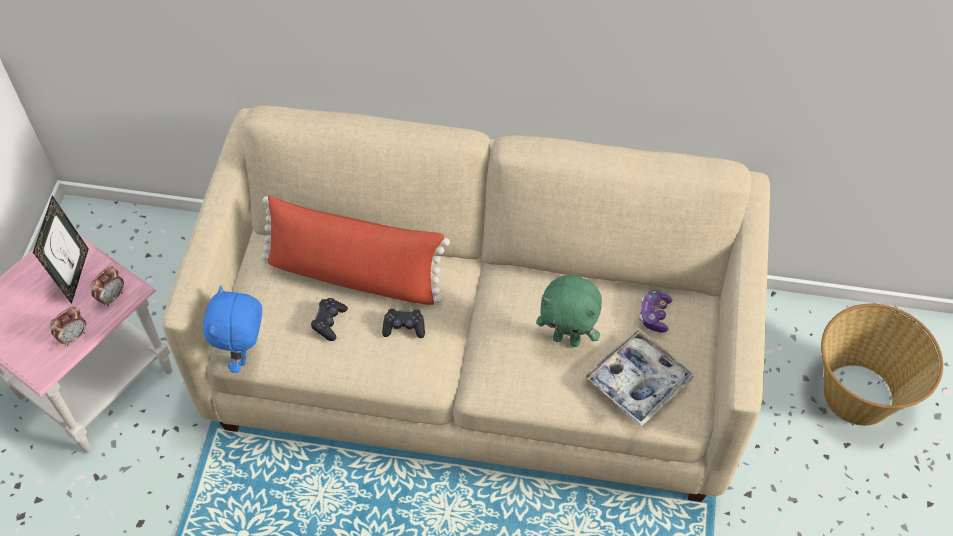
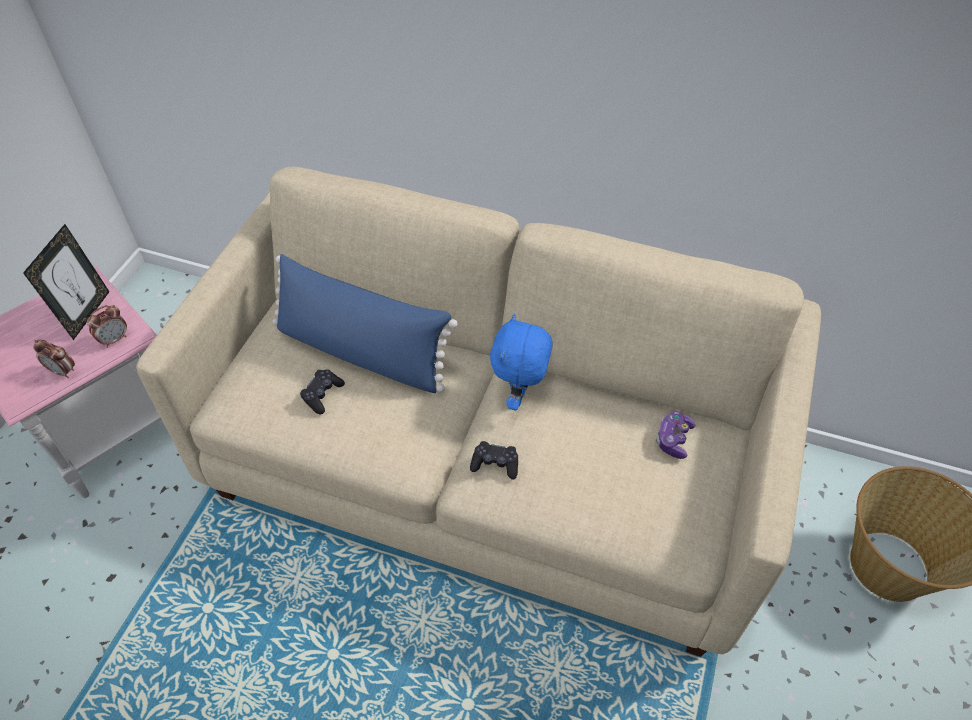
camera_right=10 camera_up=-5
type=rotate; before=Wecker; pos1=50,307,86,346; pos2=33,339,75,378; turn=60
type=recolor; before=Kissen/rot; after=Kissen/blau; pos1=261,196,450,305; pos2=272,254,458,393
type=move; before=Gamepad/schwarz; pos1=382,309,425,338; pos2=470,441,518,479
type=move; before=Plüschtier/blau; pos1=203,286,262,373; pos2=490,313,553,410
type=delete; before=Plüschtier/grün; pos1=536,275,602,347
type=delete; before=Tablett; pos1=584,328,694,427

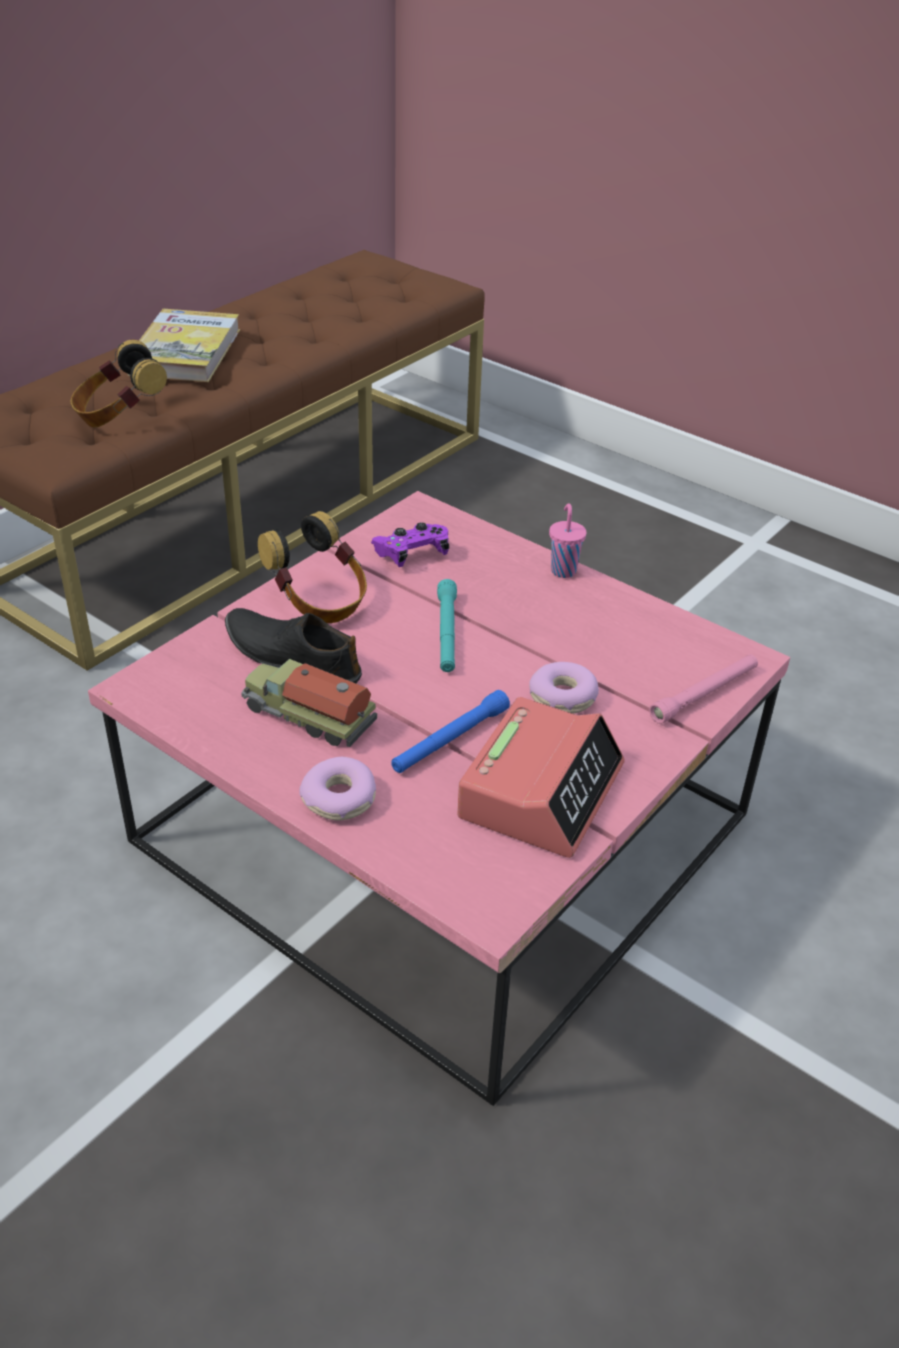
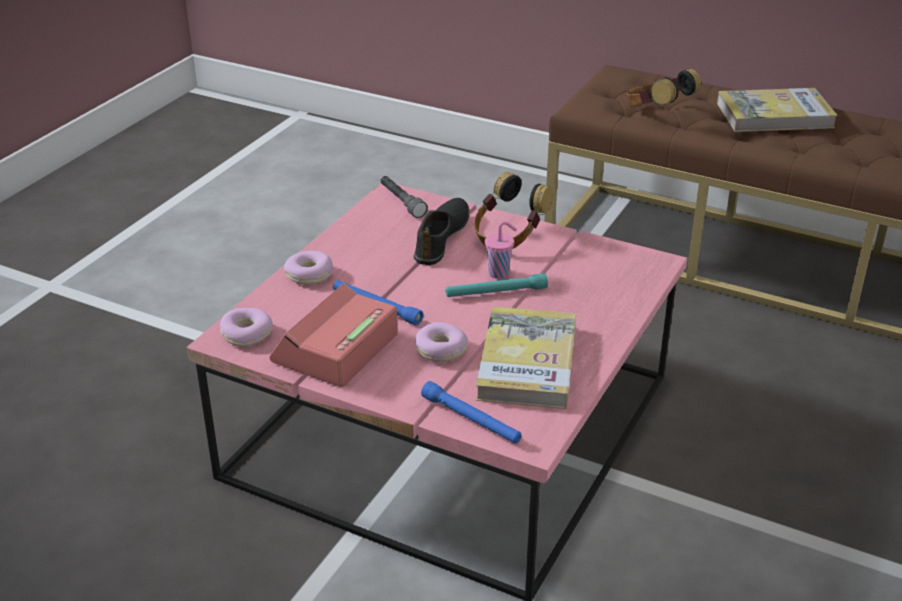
camera_right=80 camera_up=-5
type=insert; after=Donut; pos2=219,308,273,347
type=rotate; before=Wecker; pos1=457,697,625,858; pos2=269,283,398,387; turn=105
type=insert; after=Taschenlampe/grau; pos2=381,176,428,218
type=recolor; before=Taschenlampe/rosa; after=Taschenlampe/blau; pos1=649,654,758,724; pos2=421,381,522,444
type=insert; after=Buch; pos2=476,307,576,409
type=move; before=Tasse/rosa; pos1=549,503,587,578; pos2=485,221,517,279
type=delete; before=Spielzeuglaster; pos1=241,659,377,747
type=delete; before=Gamepad/lila; pos1=371,522,449,567

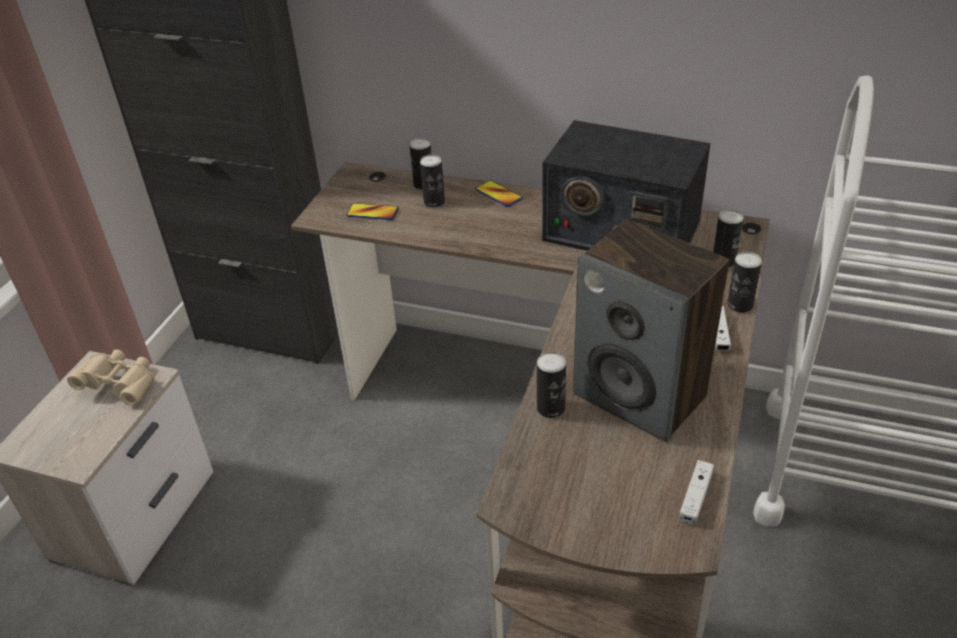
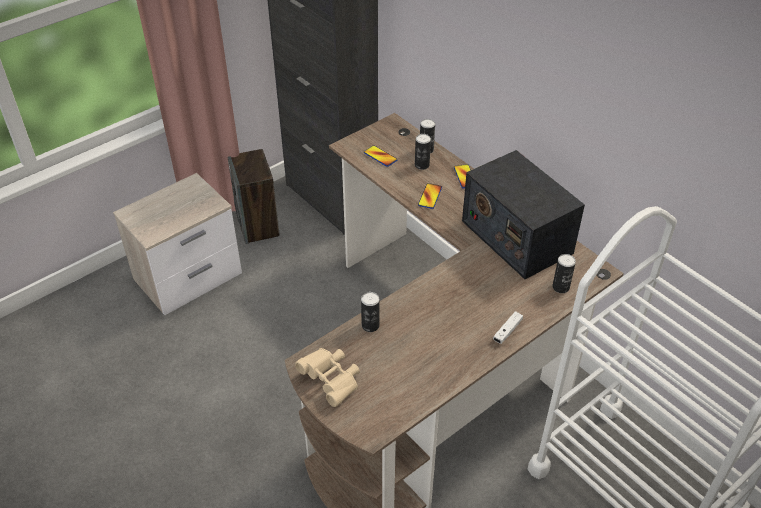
camera_right=30 camera_up=5
type=move; before=Lautsprecher; pos1=573,219,729,442; pos2=228,149,280,244
type=move; before=Fernglas/beige; pos1=67,349,154,406; pos2=295,348,360,407
type=insert; after=Handy; pos2=418,183,442,209
type=delete; before=Gamepad/weiß; pos1=679,460,714,525
type=delete; before=Dose; pos1=728,252,762,313

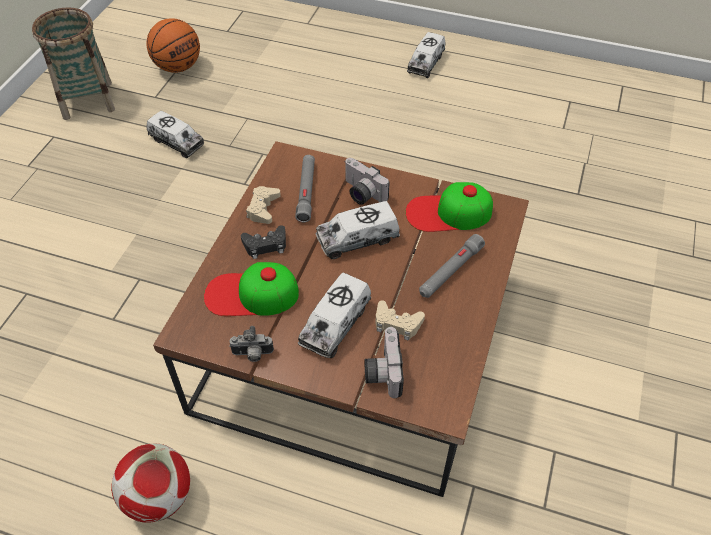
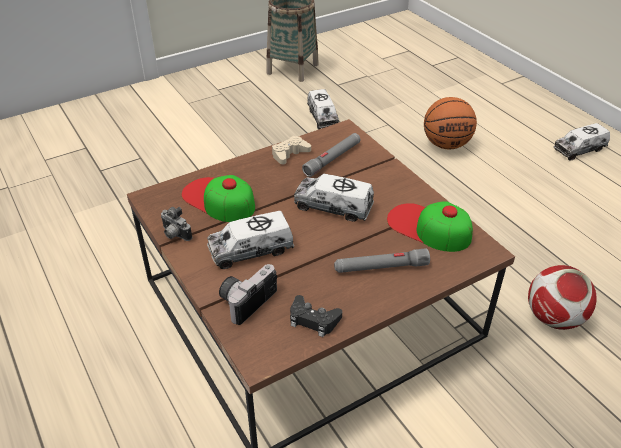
camera_right=40 camera_up=-10
type=move; before=Gamepad/schwarz; pos1=241,225,286,259; pos2=290,295,342,337
type=move; before=Basketball; pos1=146,18,200,73; pos2=424,97,477,149
type=move; before=Fußball; pos1=111,444,190,523; pos2=528,265,597,330
type=delete; before=Kamera; pos1=344,158,390,205
type=delete; before=Gamepad/beige; pos1=375,301,425,341

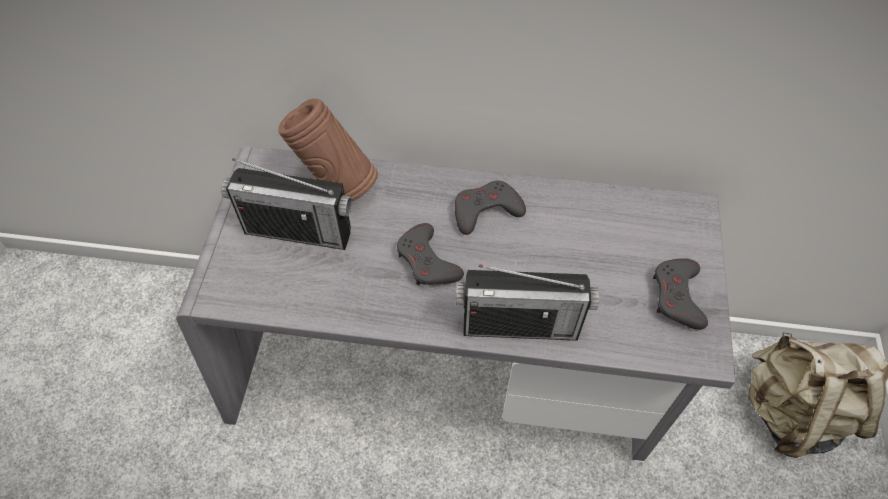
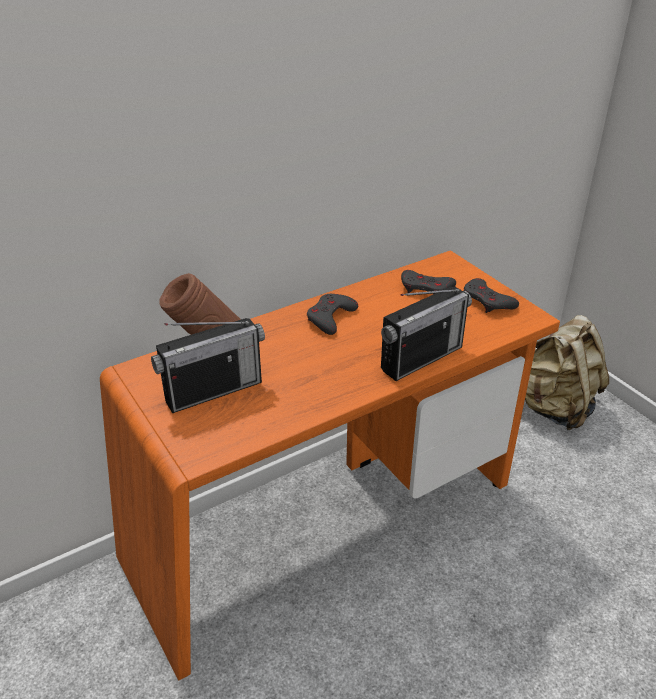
camera_right=-40 camera_up=-20
type=recolor; before=Schreibtisch/grau; after=Schreibtisch/orange; pos1=176,146,736,461; pos2=100,250,560,681
type=move; before=Gamepad/grau; pos1=397,223,464,285; pos2=401,270,456,294

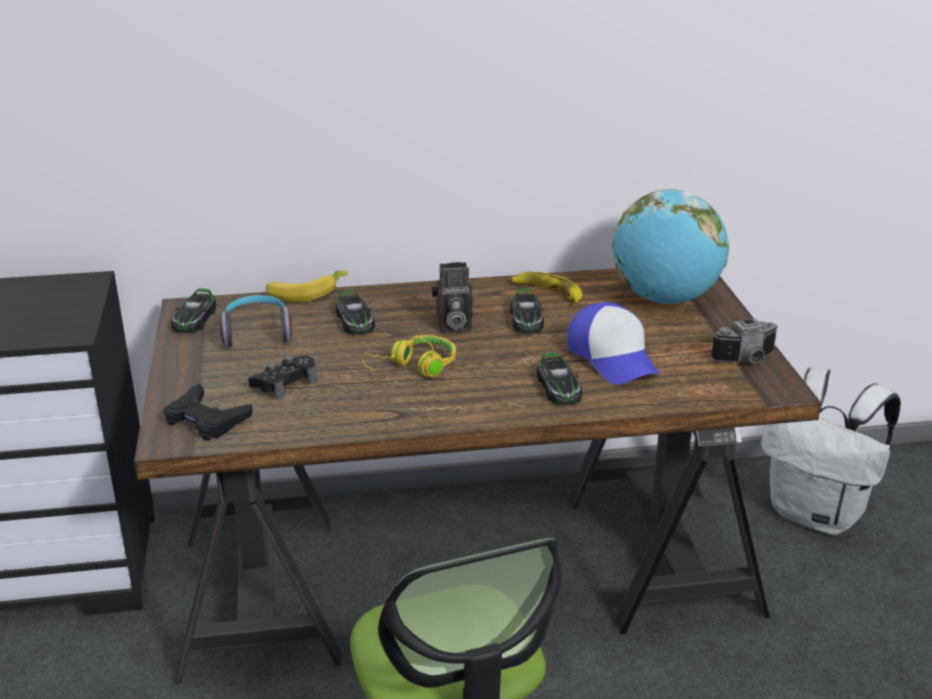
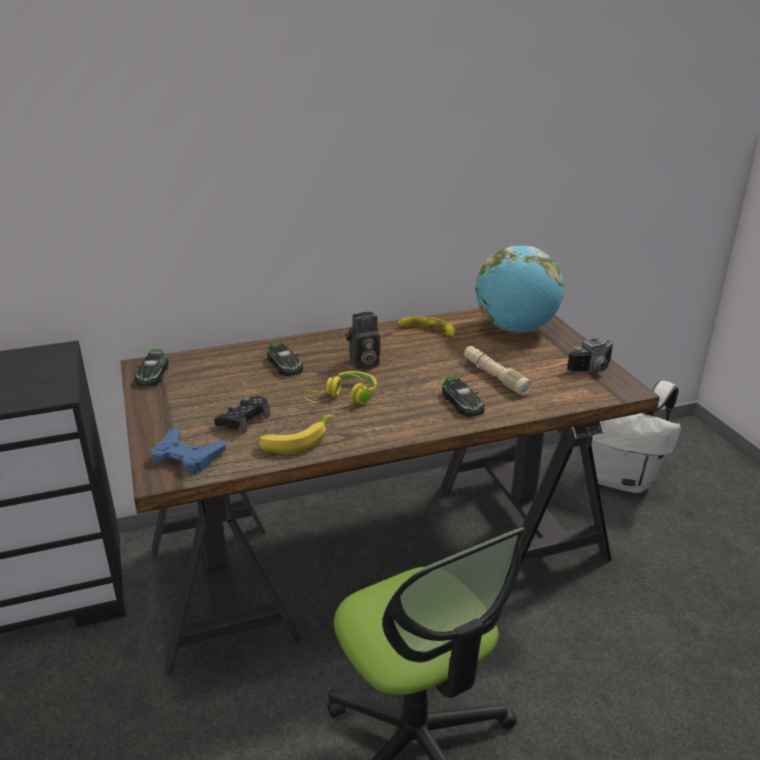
camera_right=-10 camera_up=0
type=recolor; before=Gamepad/schwarz; after=Gamepad/blau; pos1=163,384,253,441; pos2=150,427,226,474
type=move; before=Banane; pos1=266,271,348,303; pos2=258,415,334,454
type=replace; before=Kappe; after=Taschenlampe/beige; pos1=567,302,660,385; pos2=464,346,532,395
type=delete; before=Kopfhörer; pos1=219,295,293,348
type=delete; before=Spielzeugauto; pos1=510,289,544,333

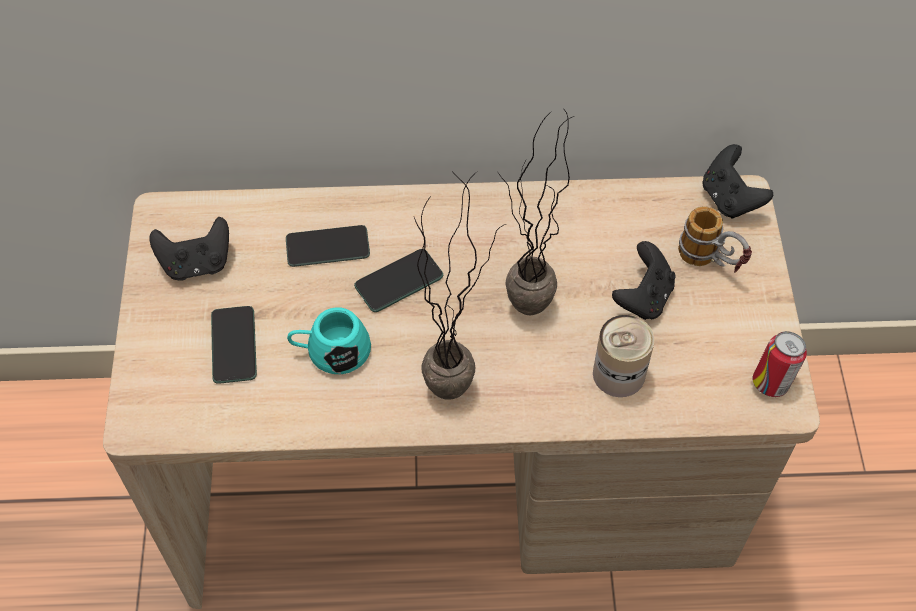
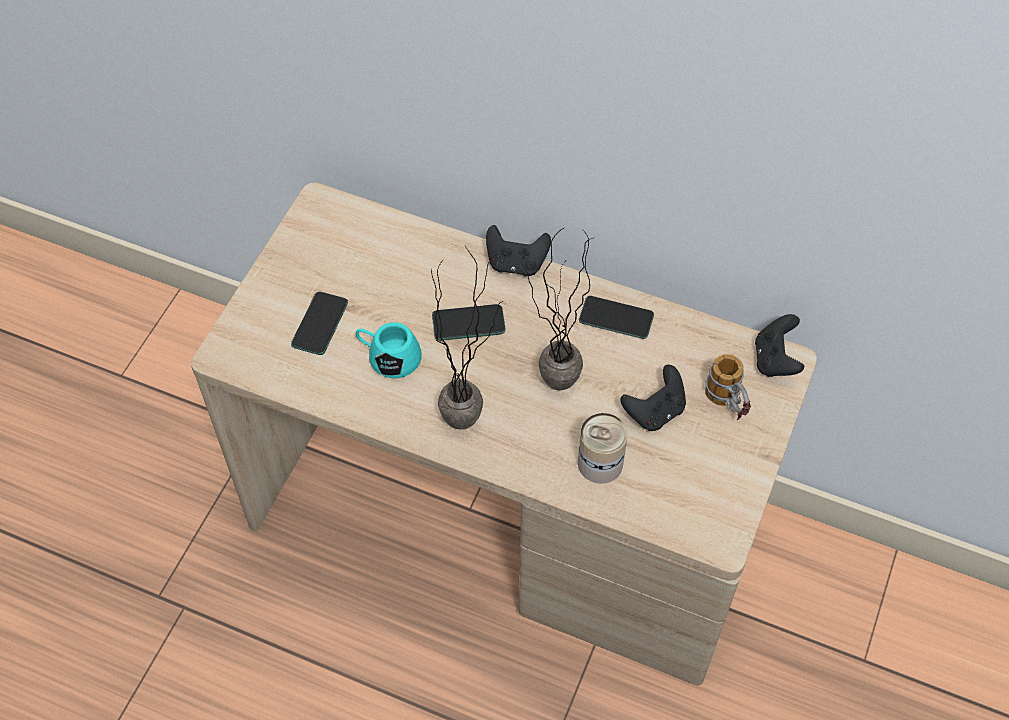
camera_right=25 camera_up=0
type=move; before=Gamepad/schwarz; pos1=149,217,229,280; pos2=486,225,551,276
type=move; before=Handy; pos1=286,225,370,267; pos2=579,296,654,339
type=delete; before=Dose; pos1=752,331,807,397

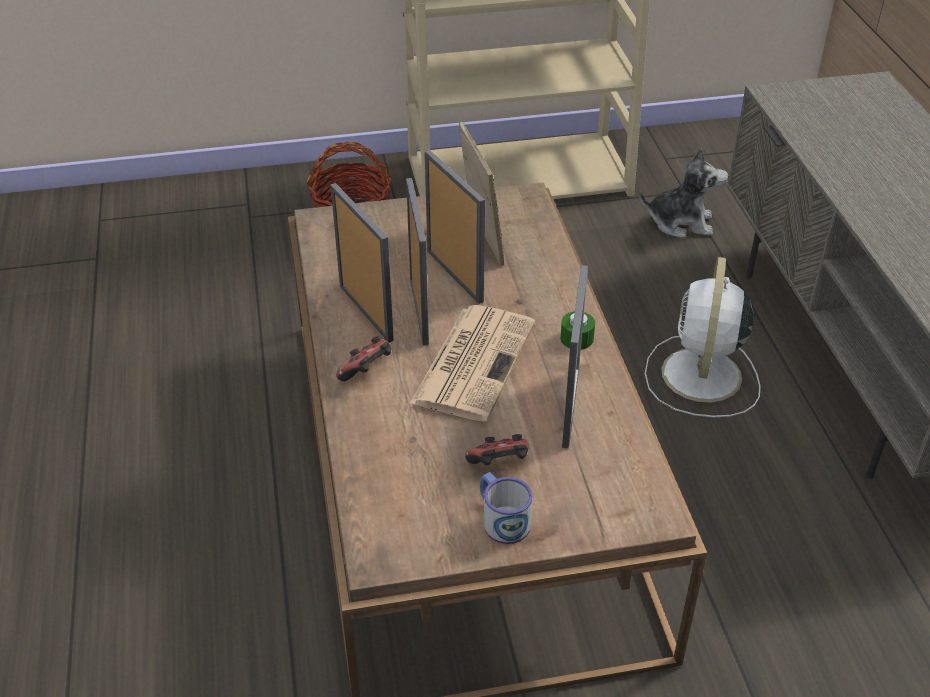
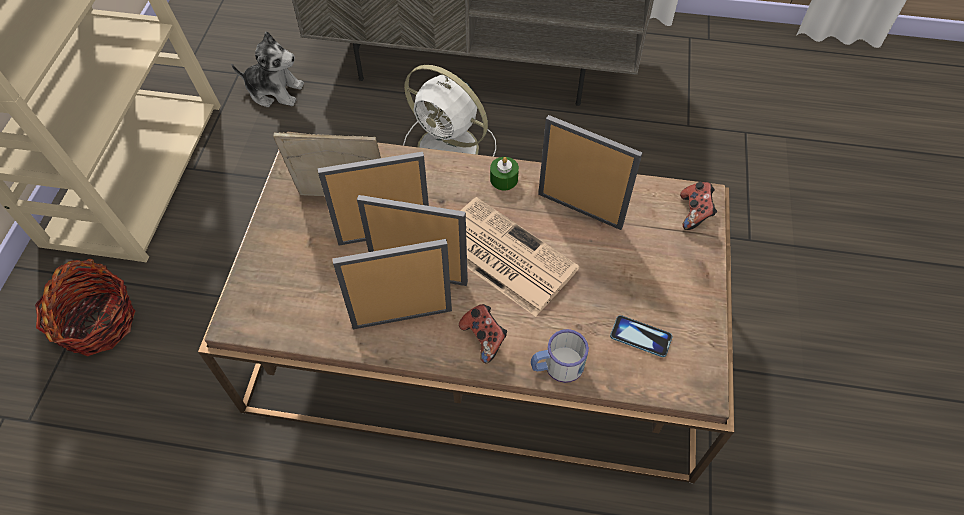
camera_right=-70 camera_up=15
type=rotate; before=Plüschtier; pos1=639,147,729,238; pos2=231,32,304,107; turn=75
type=move; before=Henkelbecher; pos1=480,472,533,544; pos2=531,329,589,383
type=insert; after=Handy; pos2=610,315,672,357
type=move; before=Gamepad; pos1=465,434,529,465; pos2=680,182,717,230

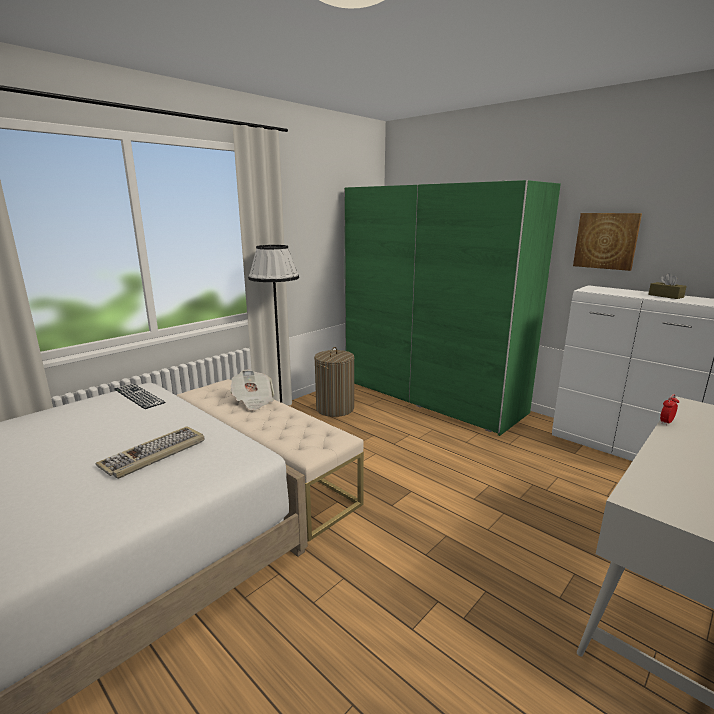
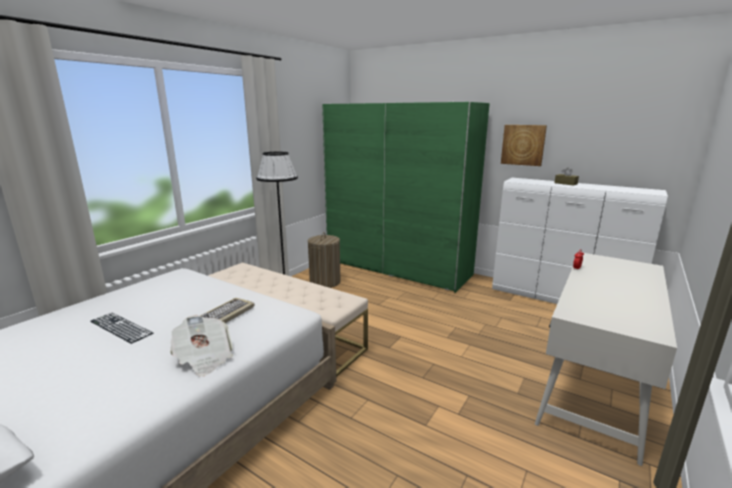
camera_right=-10 camera_up=0
type=move; before=Tastatur; pos1=114,383,166,409; pos2=90,312,153,344
type=move; before=Zeitung; pos1=230,370,274,410; pos2=170,315,233,376

